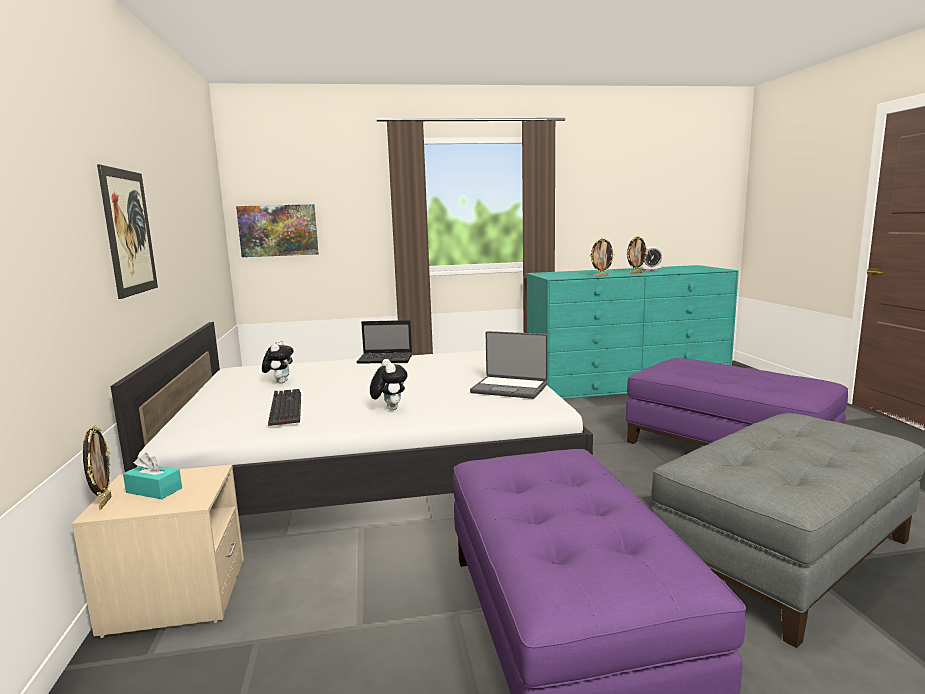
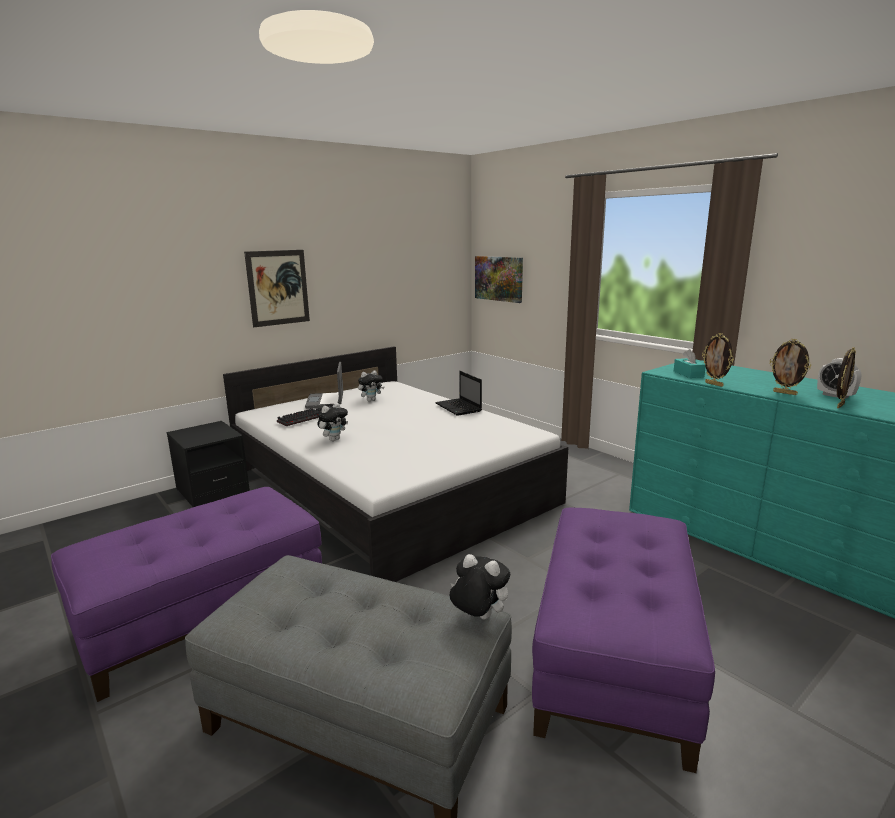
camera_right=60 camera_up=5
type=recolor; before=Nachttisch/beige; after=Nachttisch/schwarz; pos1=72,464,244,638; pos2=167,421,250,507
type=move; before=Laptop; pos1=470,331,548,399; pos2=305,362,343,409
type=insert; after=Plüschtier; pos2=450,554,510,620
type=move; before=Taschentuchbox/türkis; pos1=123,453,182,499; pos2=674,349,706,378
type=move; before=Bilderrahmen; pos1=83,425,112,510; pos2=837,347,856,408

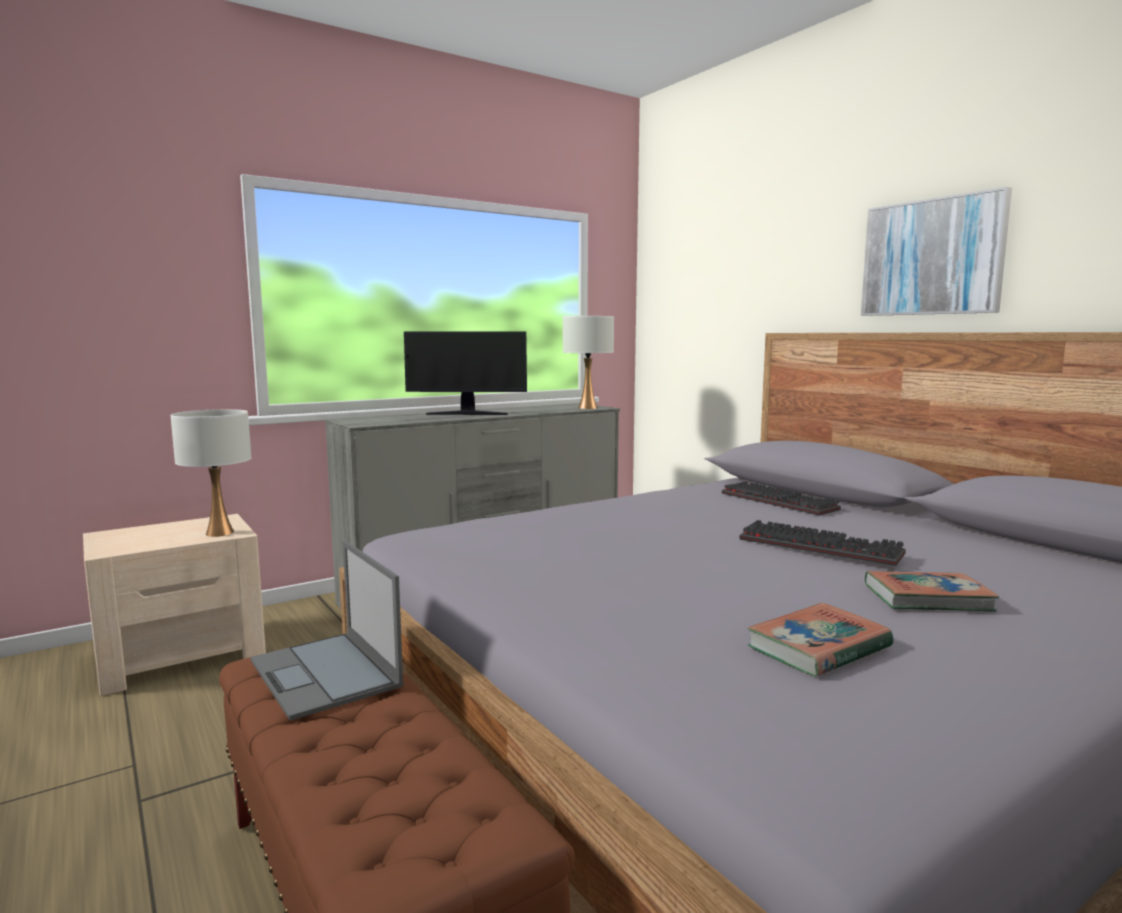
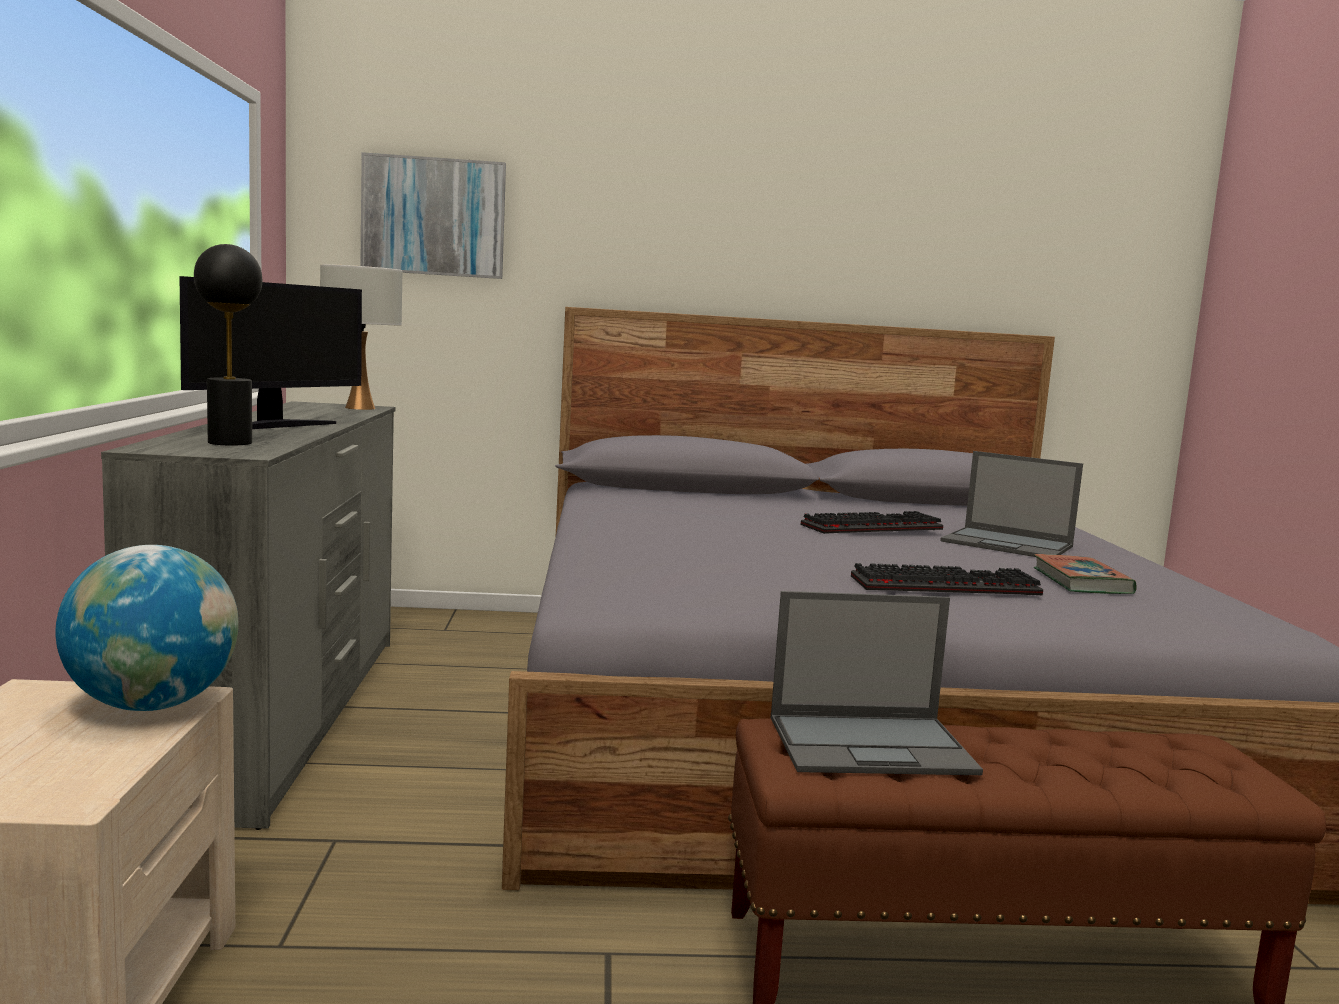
camera_right=-60 camera_up=0
type=replace; before=Tischlampe/weiß; after=Globus; pos1=171,409,251,537; pos2=56,545,239,711
type=insert; after=Tischlampe/schwarz; pos2=194,244,262,446
type=move; before=Bild; pos1=861,187,1012,316; pos2=360,152,506,279
type=move; before=Tastatur; pos1=722,481,841,516; pos2=851,563,1043,595
type=replace; before=Buch; after=Laptop; pos1=865,571,999,612; pos2=940,451,1083,557

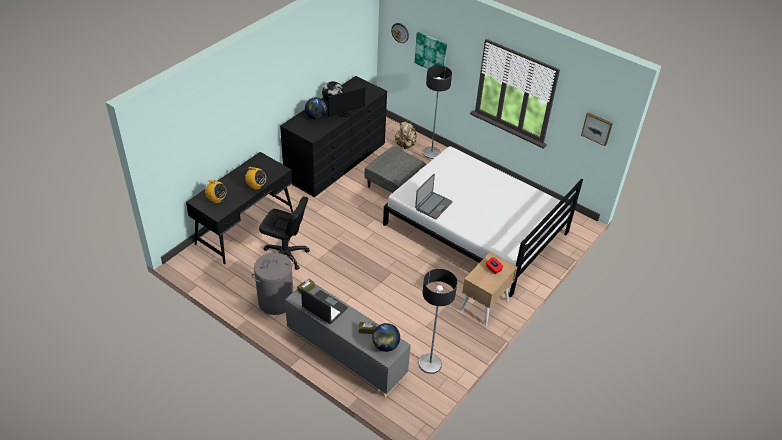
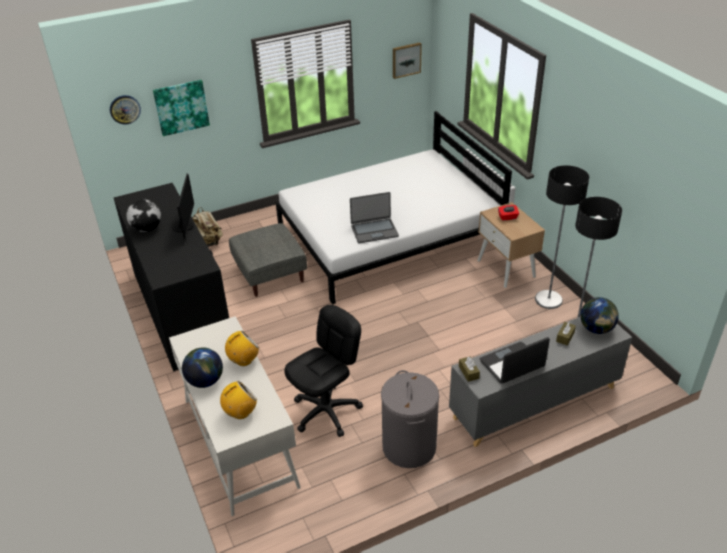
camera_right=-60 camera_up=-5
type=recolor; before=Schreibtisch/schwarz; after=Schreibtisch/weiß; pos1=186,152,293,264; pos2=169,316,301,516
type=move; before=Globus; pos1=305,97,327,120; pos2=182,347,223,388
type=rotate; before=Laptop; pos1=415,174,453,219; pos2=350,192,399,243; turn=105
type=move; before=Stehlampe; pos1=423,66,452,159; pos2=535,165,589,309

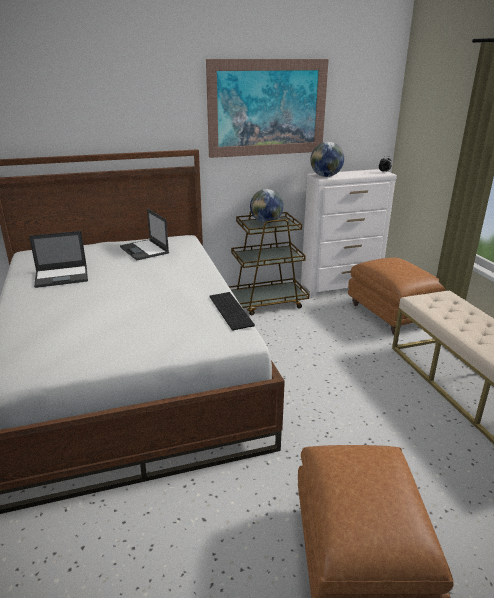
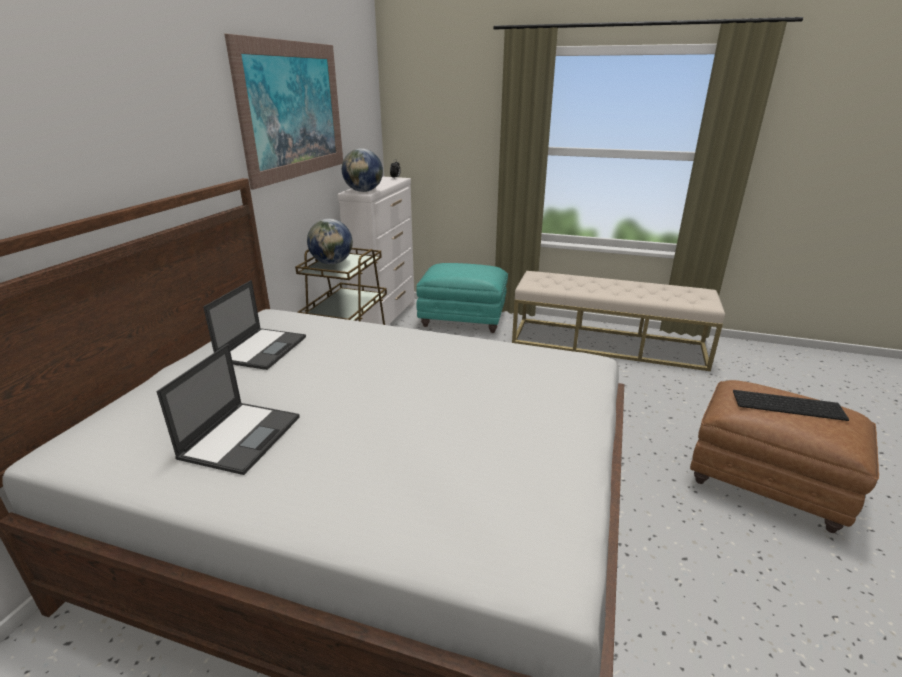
camera_right=-55 camera_up=0
type=rotate; before=Laptop; pos1=120,209,169,260; pos2=203,280,306,370; turn=-75
type=recolor; before=Polsterhocker/braun; after=Polsterhocker/türkis; pos1=348,257,445,334; pos2=416,263,508,333
type=move; before=Tastatur; pos1=210,292,255,331; pos2=733,390,849,421

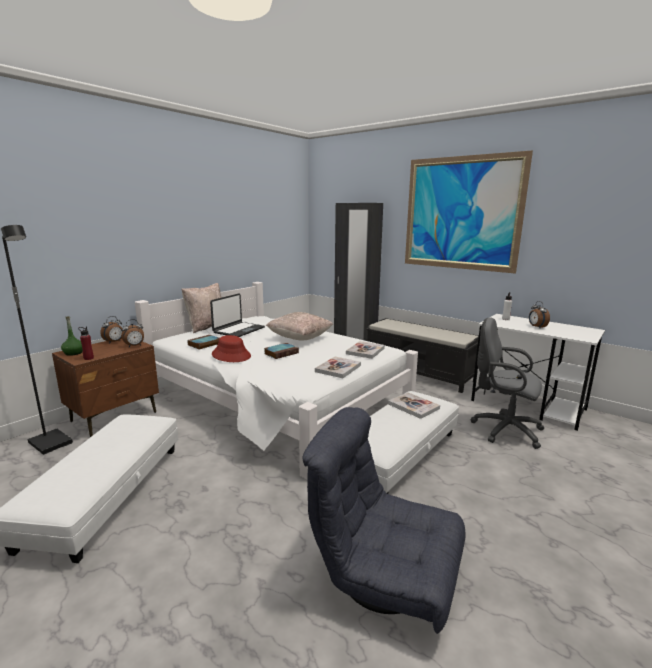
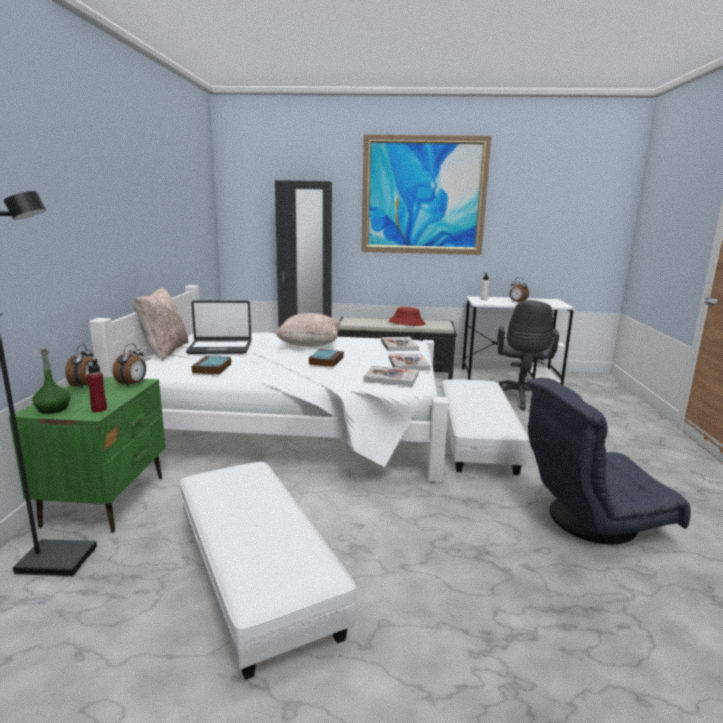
camera_right=-35 camera_up=0
type=recolor; before=Nachttisch/braun; after=Nachttisch/grün; pos1=52,338,159,437; pos2=9,377,165,533
type=rotate; before=Laptop; pos1=210,294,265,337; pos2=186,300,251,354; turn=90
type=move; before=Buch; pos1=388,392,440,419; pos2=363,366,419,386
type=move; before=Hut/rot; pos1=212,335,251,362; pos2=389,307,425,326
type=rotate; before=Bürostuhl/grau; pos1=471,317,544,449; pos2=497,300,559,410; turn=-75

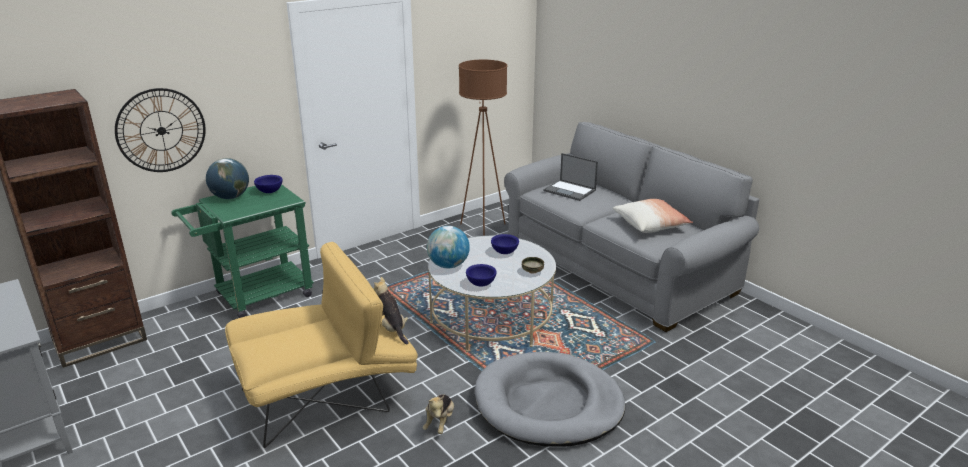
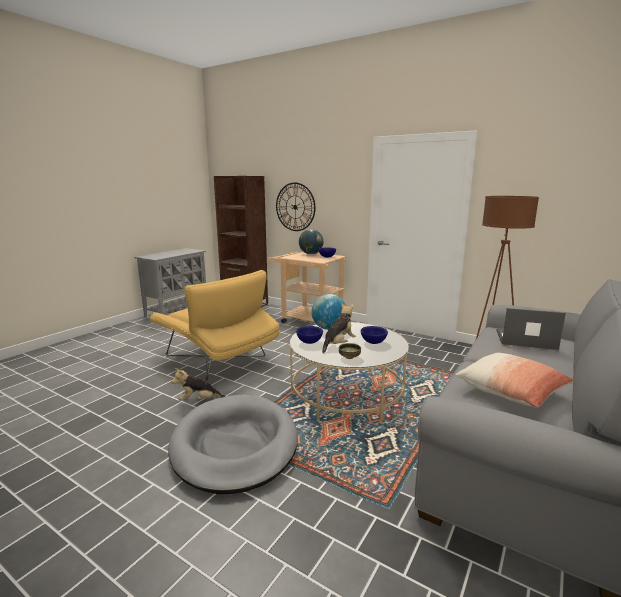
camera_right=70 camera_up=-10
type=recolor; before=Rollwagen/grün; after=Rollwagen/beige; pos1=171,185,314,318; pos2=267,252,346,323
type=move; before=Plüschtier; pos1=373,277,409,344; pos2=322,303,356,354
type=rotate; before=Laptop; pos1=544,153,598,201; pos2=497,308,566,350; turn=90

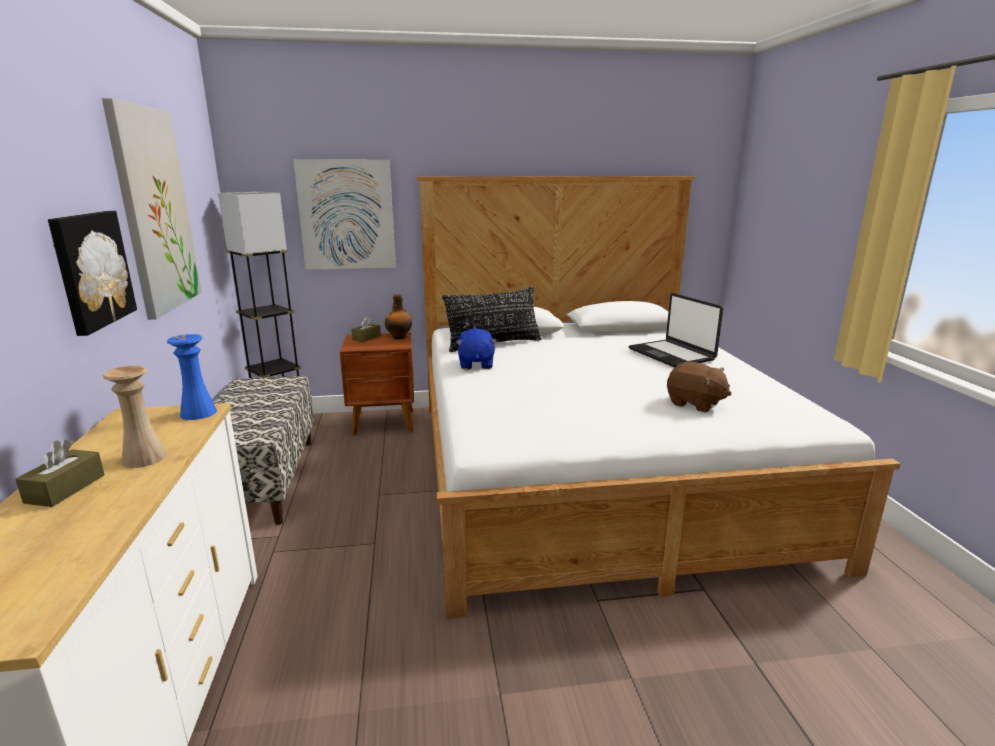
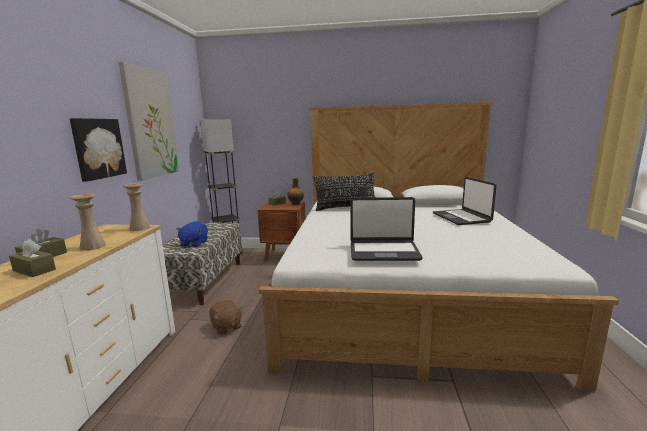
camera_right=15 camera_up=-5
type=insert; after=Taschentuchbox/braun; pos2=9,239,56,277
type=recolor; before=Vase/blau; after=Vase/beige; pos1=167,334,217,420; pos2=123,183,150,231
type=move; before=Plüschtier/blau; pos1=456,328,497,369; pos2=176,221,208,247
type=move; before=Plüschtier/braun; pos1=667,362,731,412; pos2=209,300,243,335
type=insert; after=Laptop; pos2=350,197,423,261
type=delete; before=Bild; pos1=294,160,396,270

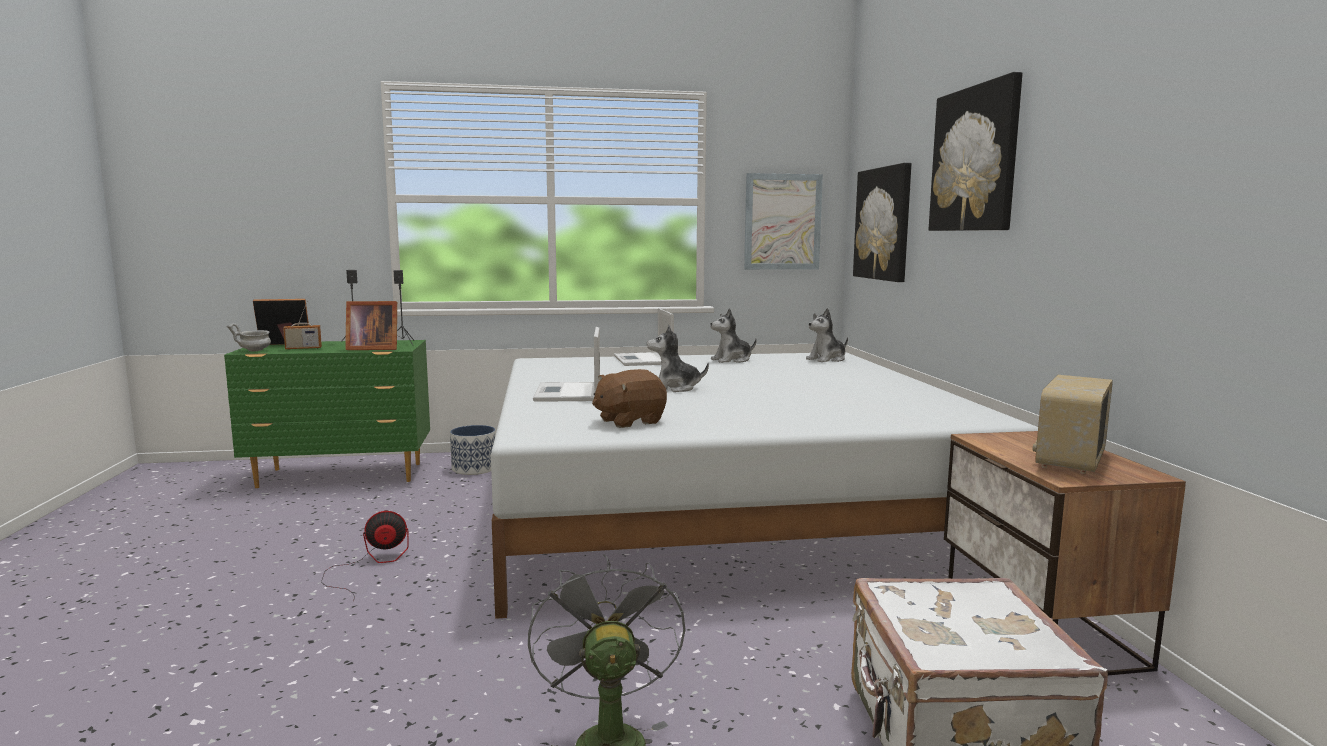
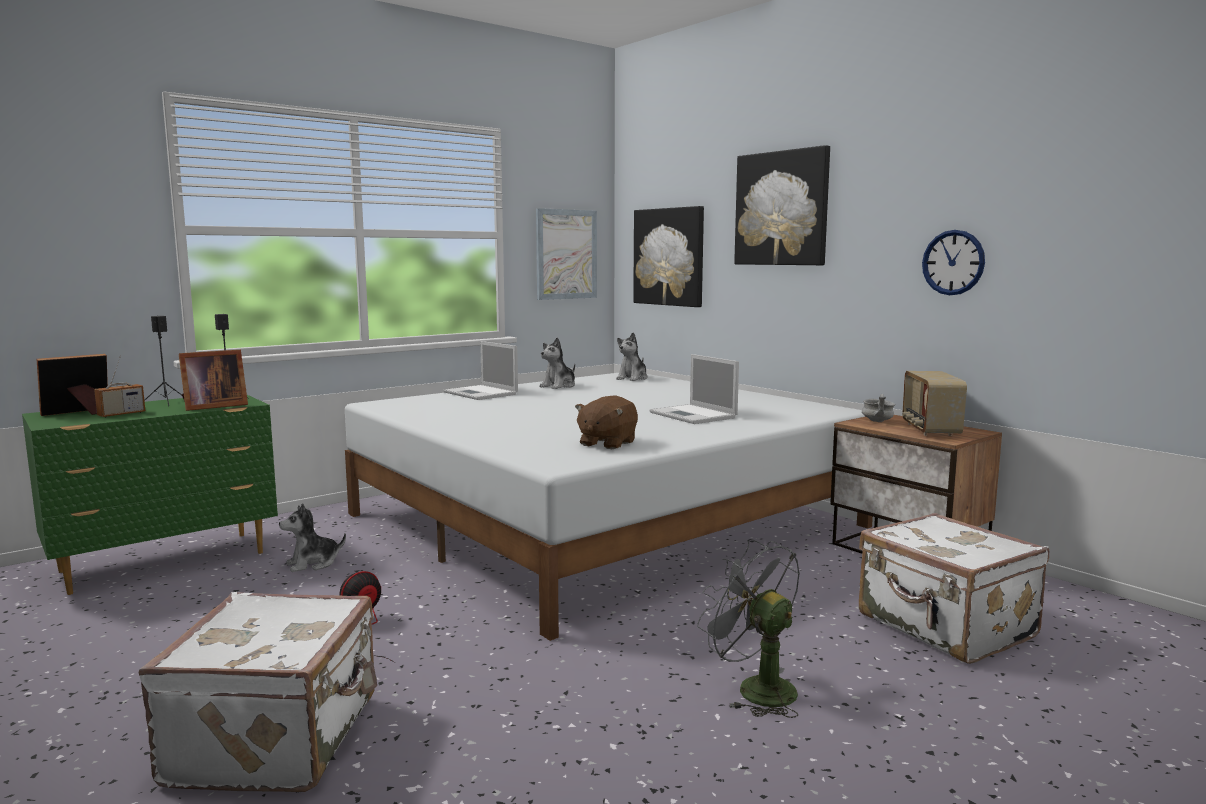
camera_right=-30 camera_up=0
type=insert; after=Koffer/weiß; pos2=138,592,377,792
type=move; before=Plüschtier; pos1=647,325,709,392; pos2=279,503,346,572
type=move; before=Laptop; pos1=533,327,600,402; pos2=650,354,739,424
type=move; before=Schüssel/grau; pos1=227,323,271,352; pos2=862,394,896,422
type=insert; after=Wanduhr; pos2=922,230,985,295
type=delete; before=Pflanzkübel; pos1=450,425,496,475

